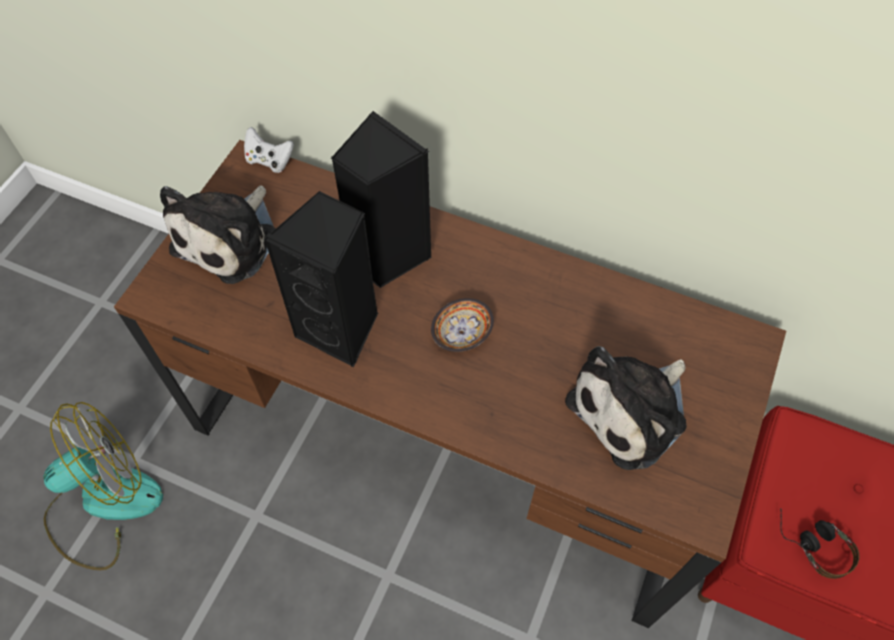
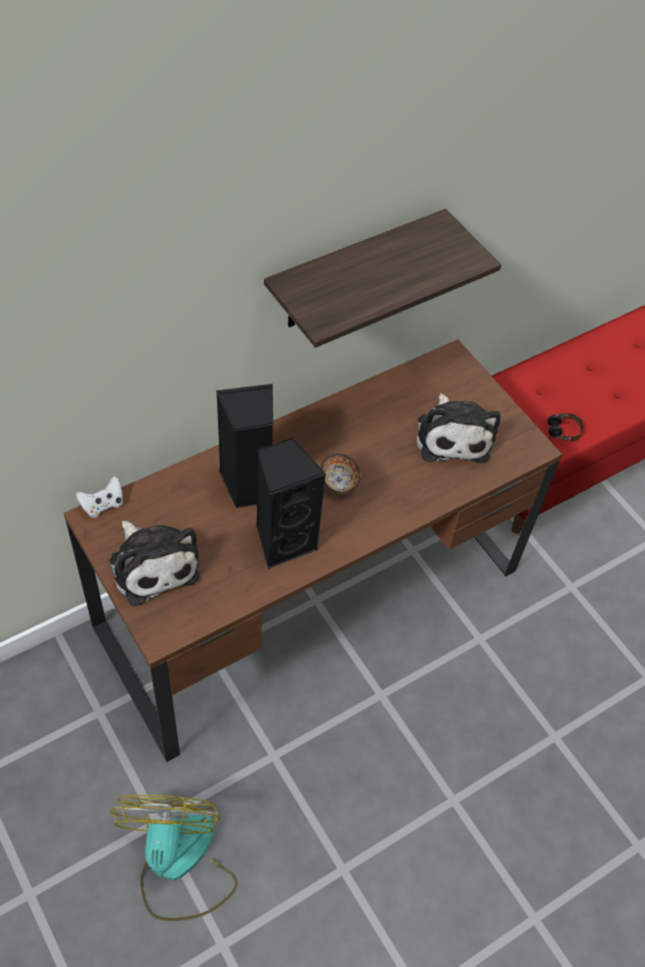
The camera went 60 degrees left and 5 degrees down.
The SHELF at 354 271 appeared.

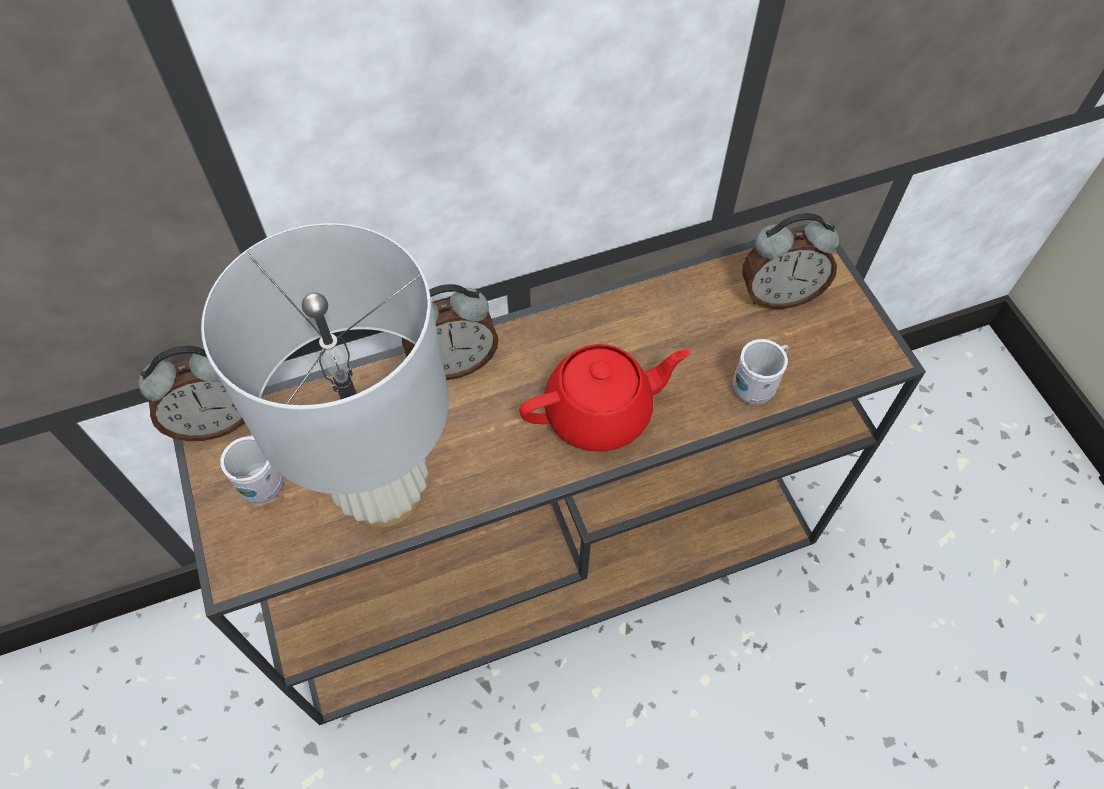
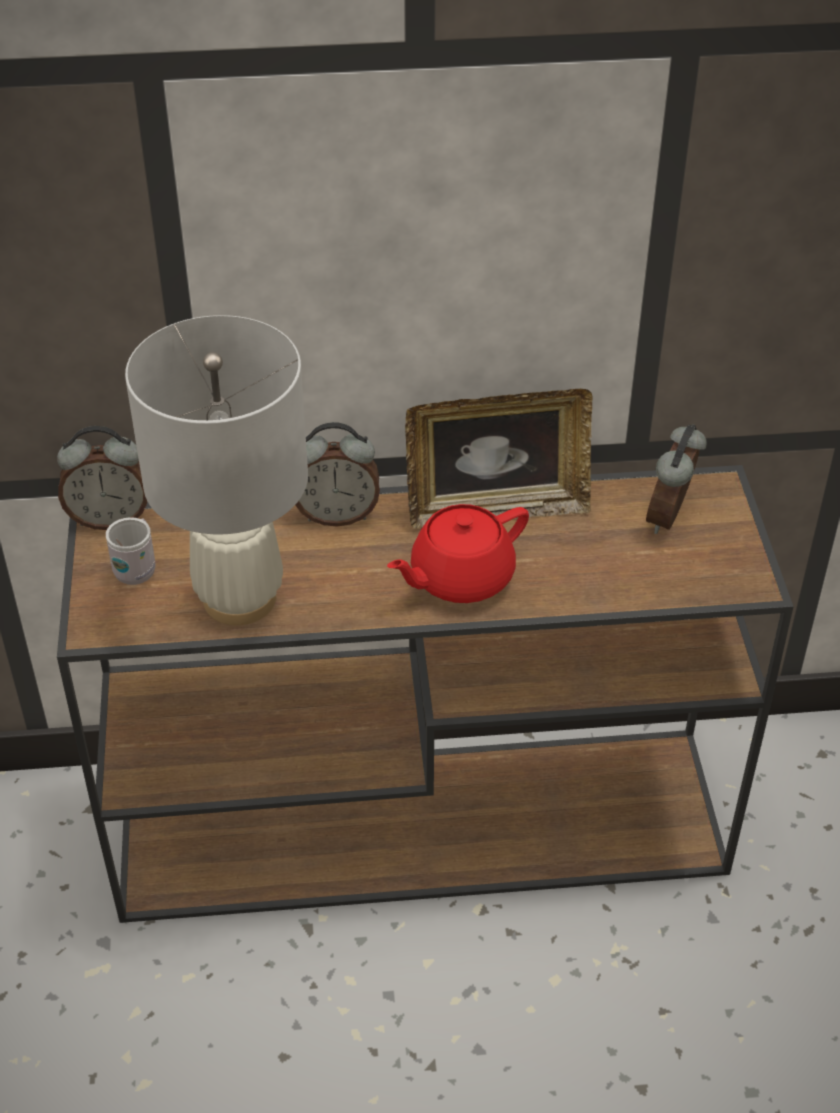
The camera went 15 degrees right and 15 degrees down.
The ALARM CLOCK at 778 295 turned 105 degrees clockwise.
The WHITE-COLOURED TEA MUG at 757 385 disappeared.
The REDDISH TEA POT at 600 412 turned 150 degrees clockwise.
The STANDING FRAME at 496 509 appeared.

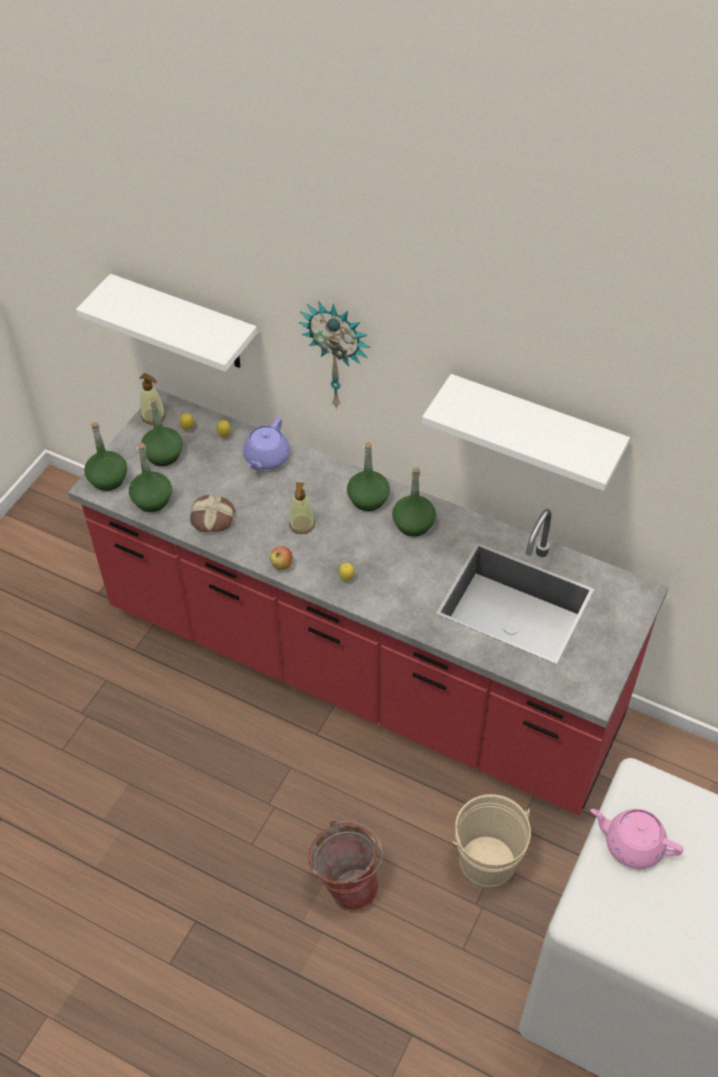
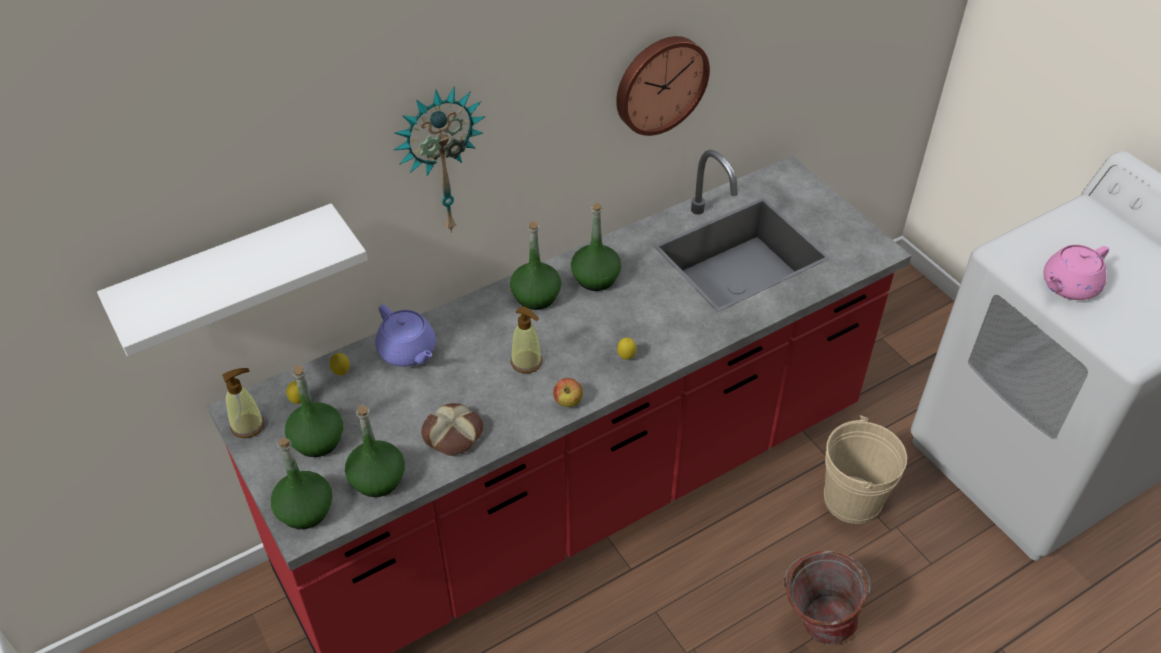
The camera went 60 degrees left and 5 degrees down.
The WHITE-COLOURED SHELF at 534 429 was replaced by the WALL CLOCK at 659 83.

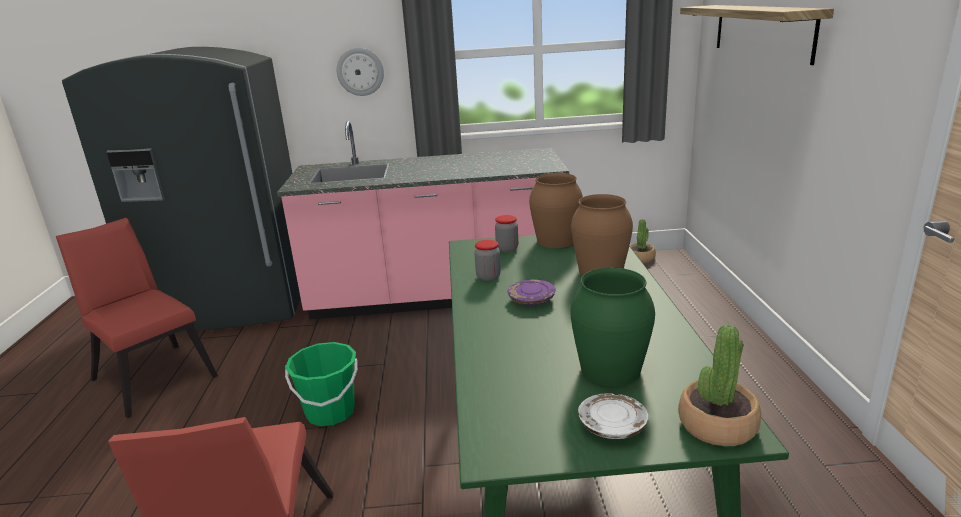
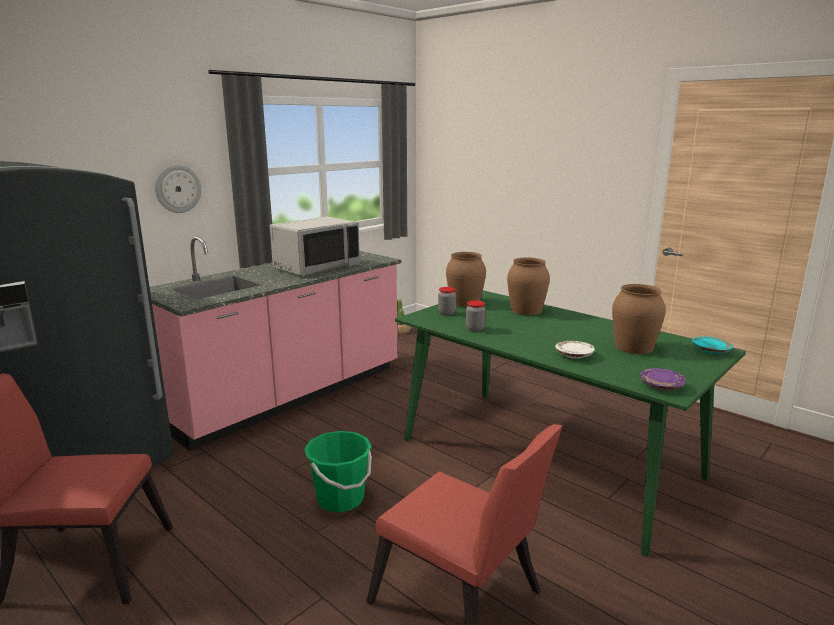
The camera went 45 degrees left and 5 degrees down.
The SHELF at 761 31 disappeared.
The GREENISH FLOWER VASE at 609 369 became the BROWN FLOWER VASE at 633 347.
The PURPLISH FLAT DISH moved from 531 300 to 662 386.
The PLANT IN A POT at 717 425 was replaced by the TURQUOISE FLAT DISH at 711 351.
The WHITE-COLOURED FLAT DISH moved from 612 426 to 573 355.
The GREY MICROWAVE OVEN at 316 267 appeared.

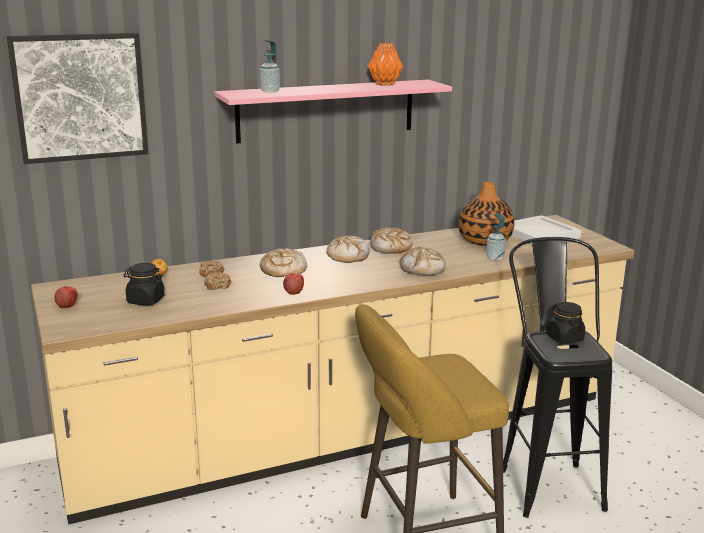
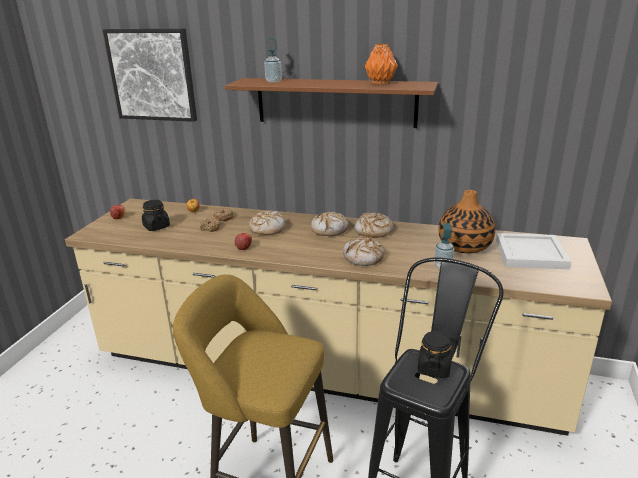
The camera went 40 degrees right and 5 degrees up.
The PINKISH SHELF at 326 110 became the BROWN SHELF at 335 102.

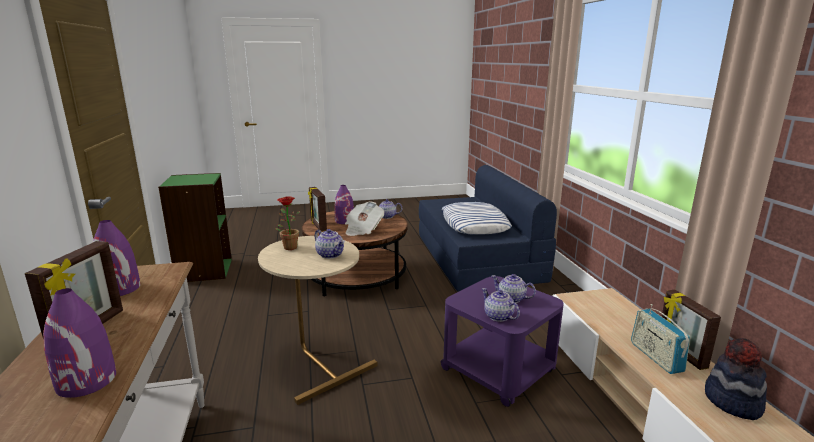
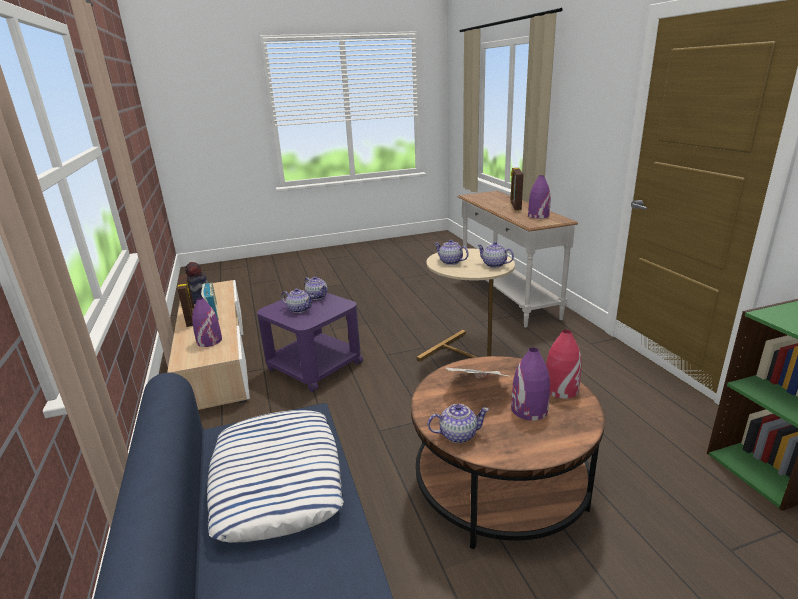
The camera went 175 degrees right and 5 degrees up.
The STANDING FRAME at 318 226 was replaced by the REDDISH FLOWER VASE at 560 389.
The PLANT IN A POT at 288 247 was replaced by the TEA POT at 494 264.
The PURPLISH FLOWER VASE moved from 87 381 to 209 341.

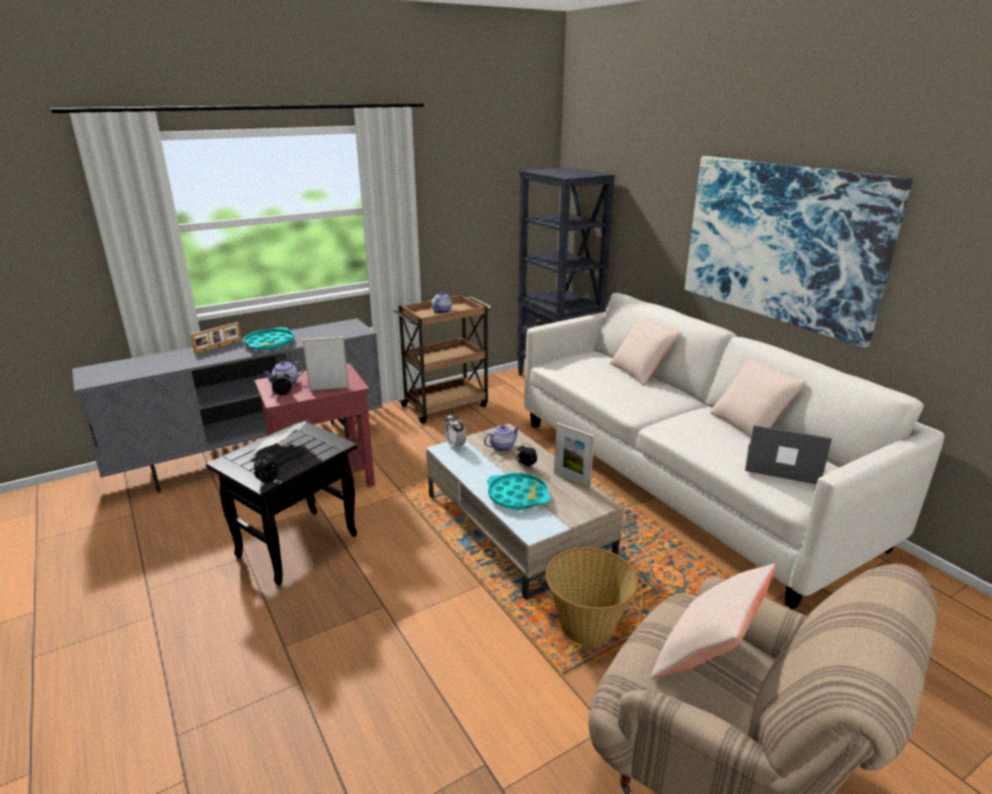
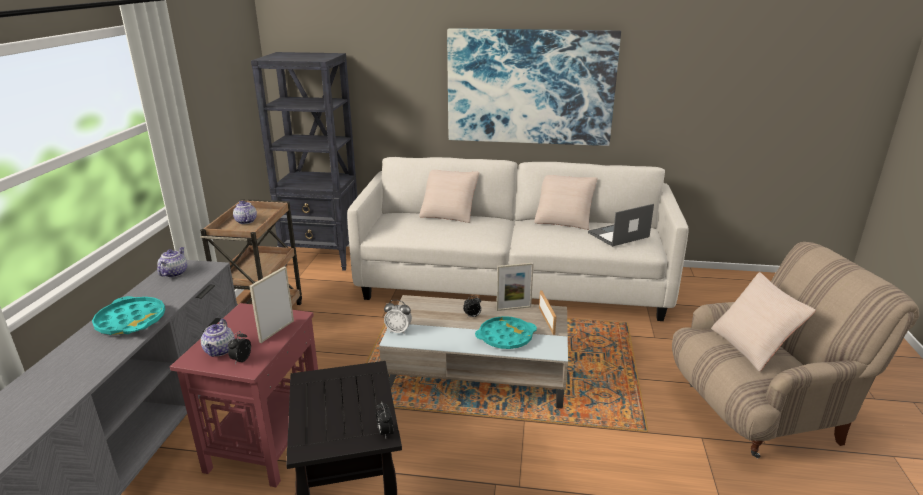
The camera went 50 degrees left and 0 degrees up.
The STANDING FRAME moved from 219 347 to 547 320.
The NEWSPAPER at 281 451 disappeared.
The TEA POT moved from 502 446 to 174 273.
The HOUSEHOLD BASKET at 587 625 disappeared.

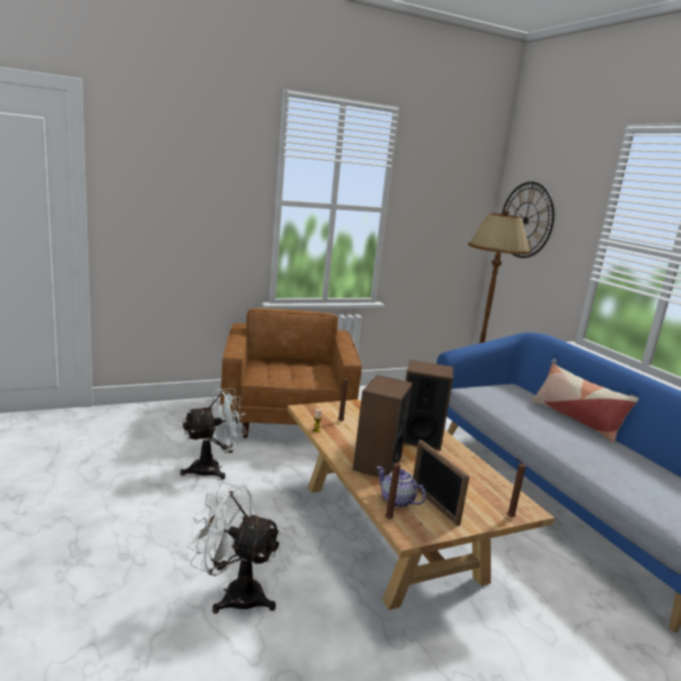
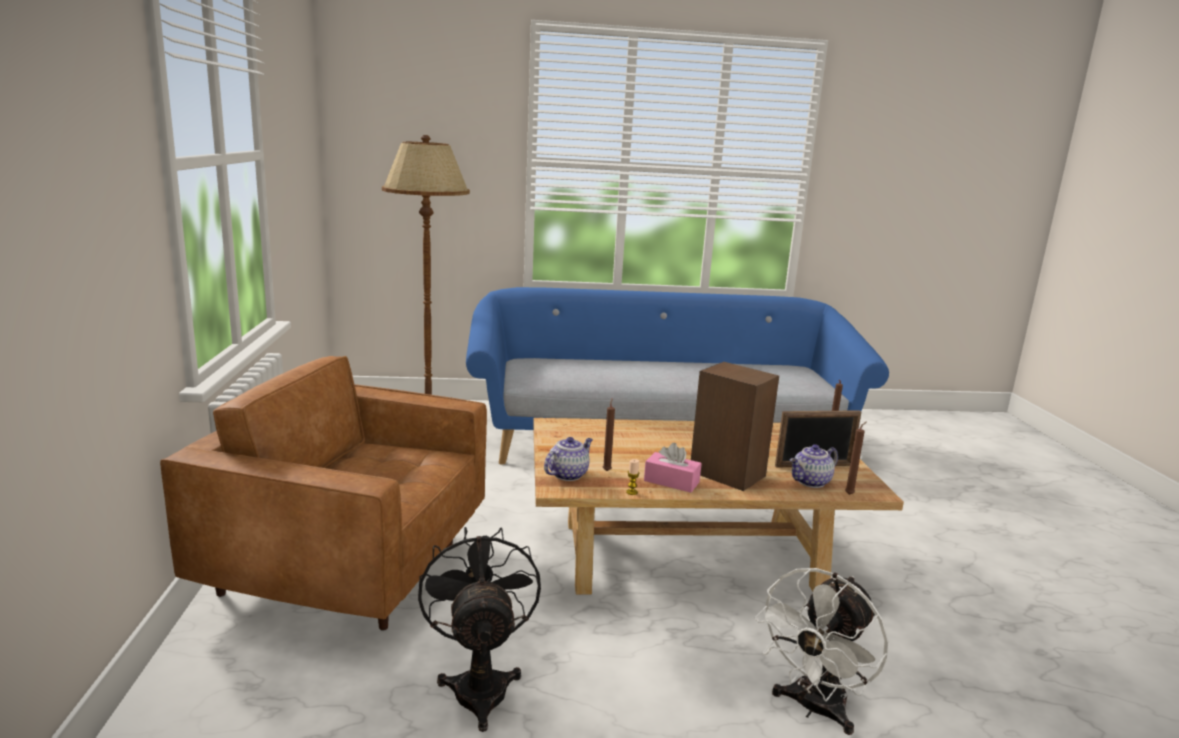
The camera went 70 degrees left and 0 degrees up.
The WALL CLOCK at 526 220 disappeared.
The AUDIO SPEAKER at 419 438 disappeared.
The PILLOW at 576 419 disappeared.
The WHITE-COLOURED COOLING FAN at 213 468 became the BLACK COOLING FAN at 479 684.
The TEA POT at 568 474 appeared.
The PINKISH BOX OF TISSUES at 671 481 appeared.

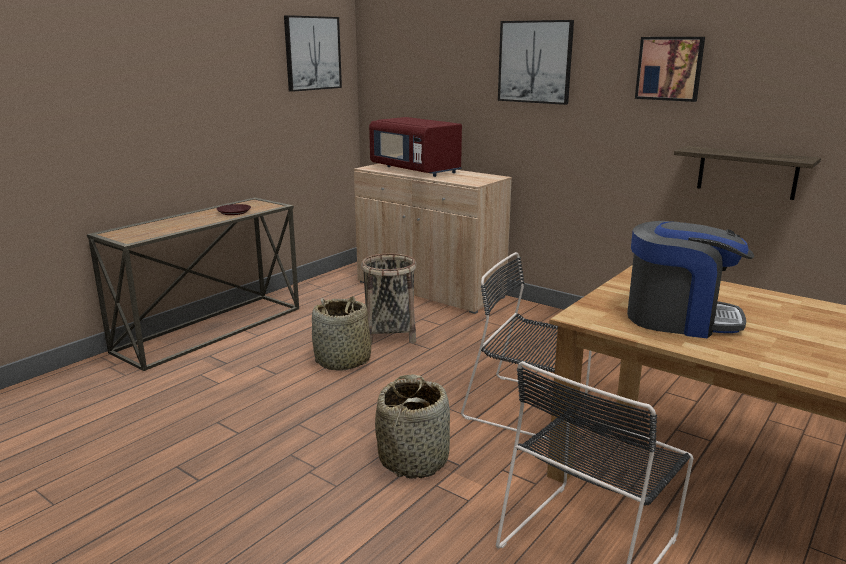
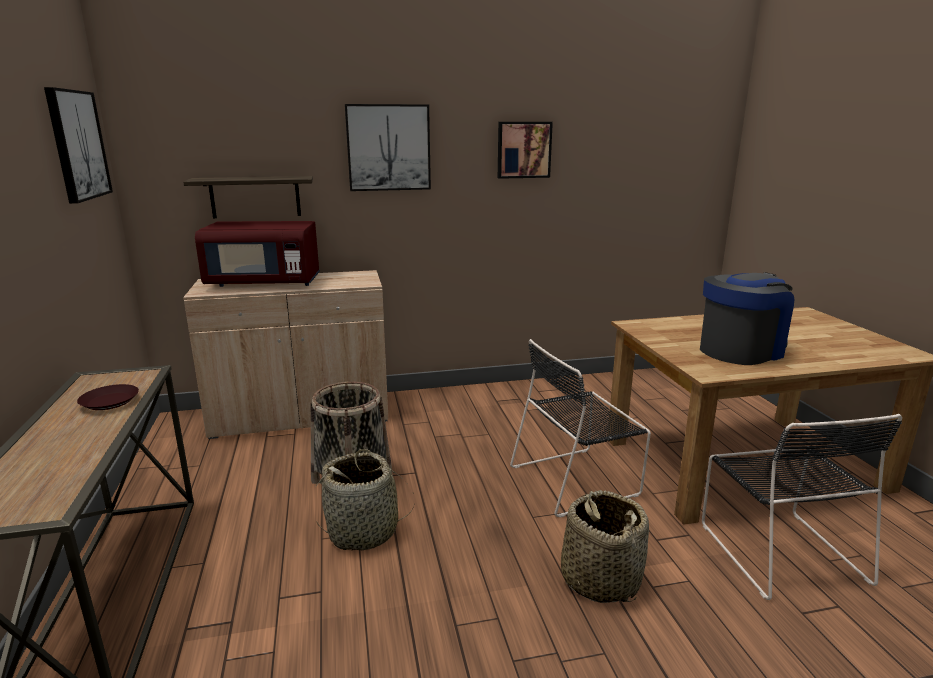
The camera went 50 degrees left and 0 degrees up.
The SHELF moved from 747 172 to 255 197.

